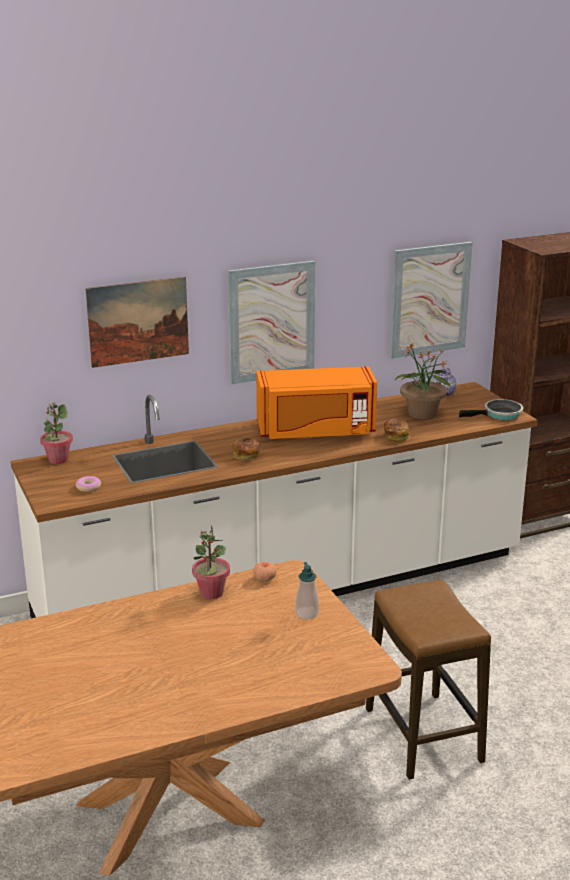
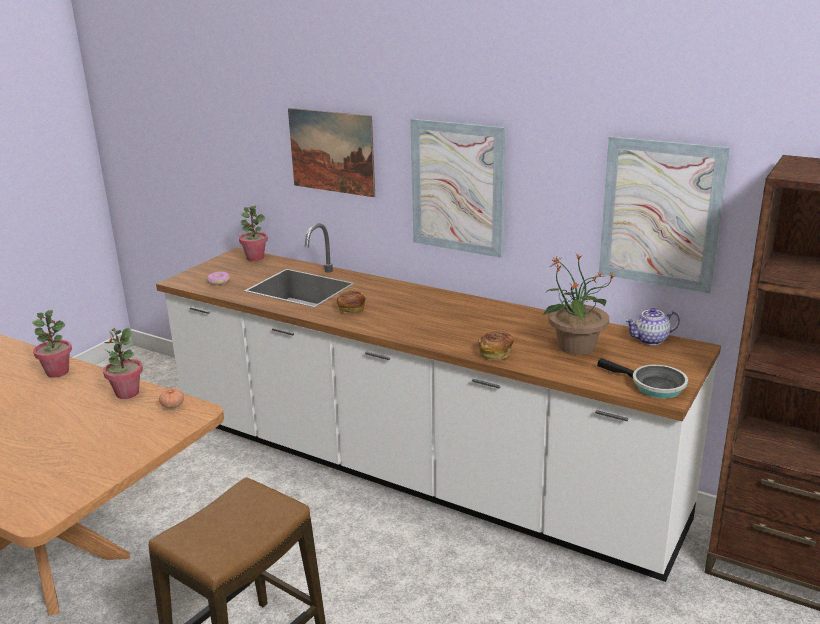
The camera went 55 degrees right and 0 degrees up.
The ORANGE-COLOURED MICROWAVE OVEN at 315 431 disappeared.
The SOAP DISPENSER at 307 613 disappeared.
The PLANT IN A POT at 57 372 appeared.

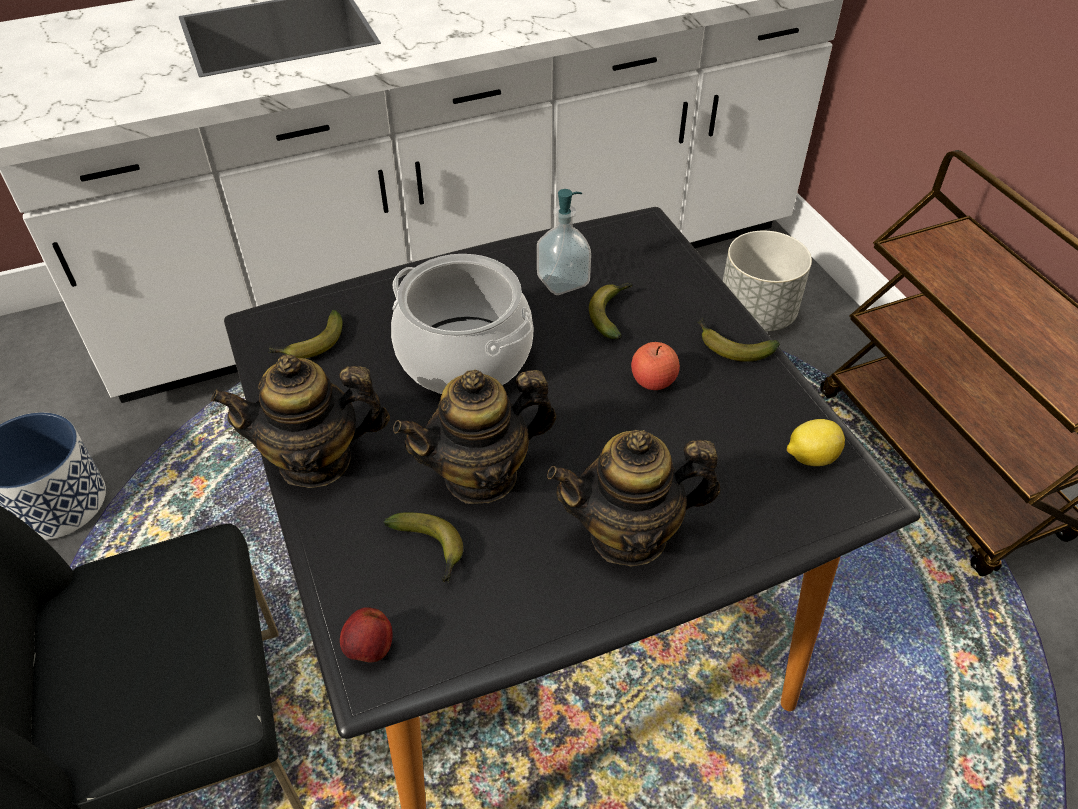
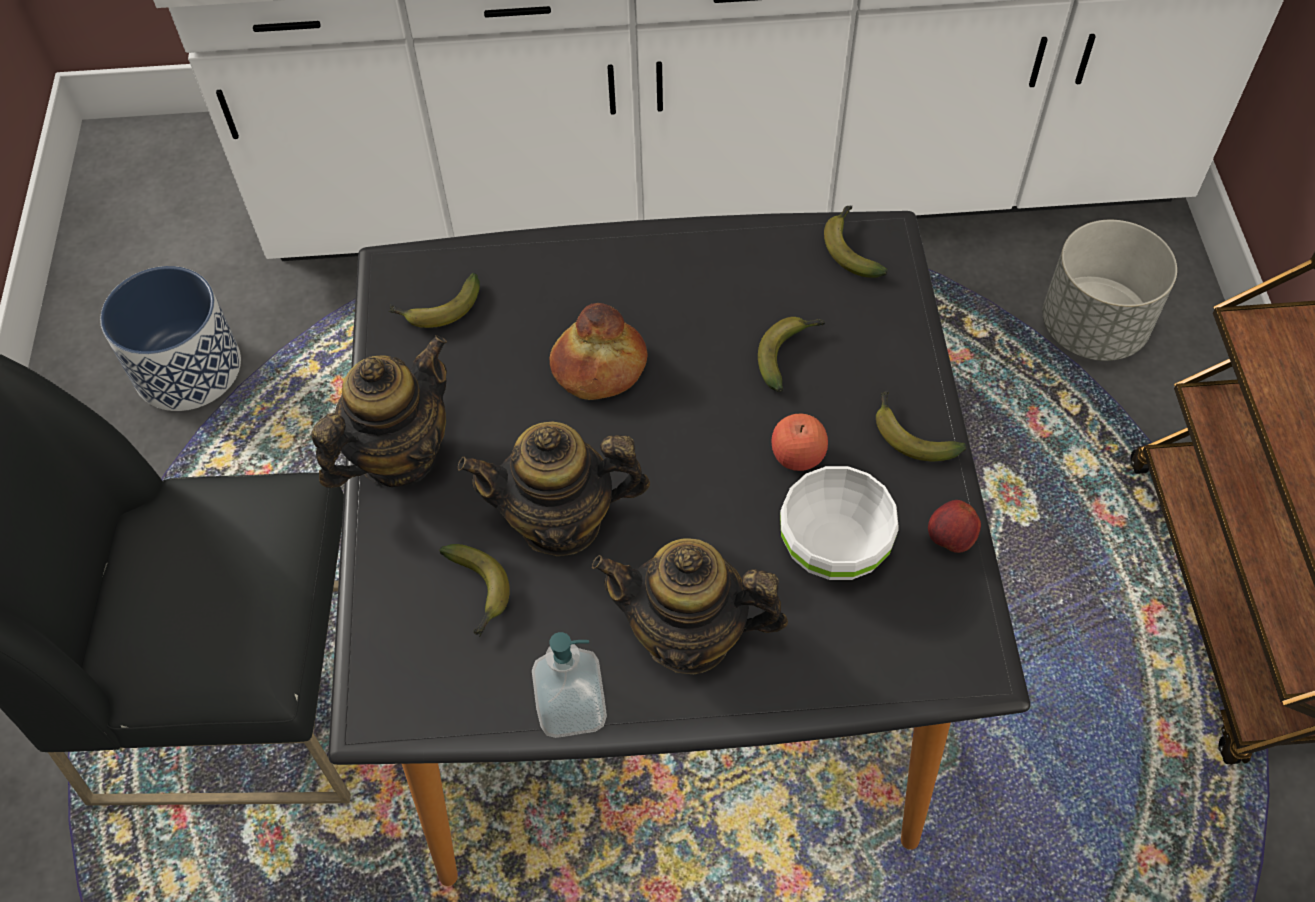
The camera went 20 degrees right and 10 degrees up.
The SOAP DISPENSER moved from 563 281 to 572 707.
The SAUCEPOT at 465 356 was replaced by the BREAD at 599 368.
The TEA POT at 315 460 turned 120 degrees clockwise.
The WHOLE LEMON at 810 457 disappeared.
The APPLE moved from 369 649 to 950 539.
The BANANA at 851 248 appeared.
The WHITE-COLOURED SERVING BOWL at 836 547 appeared.

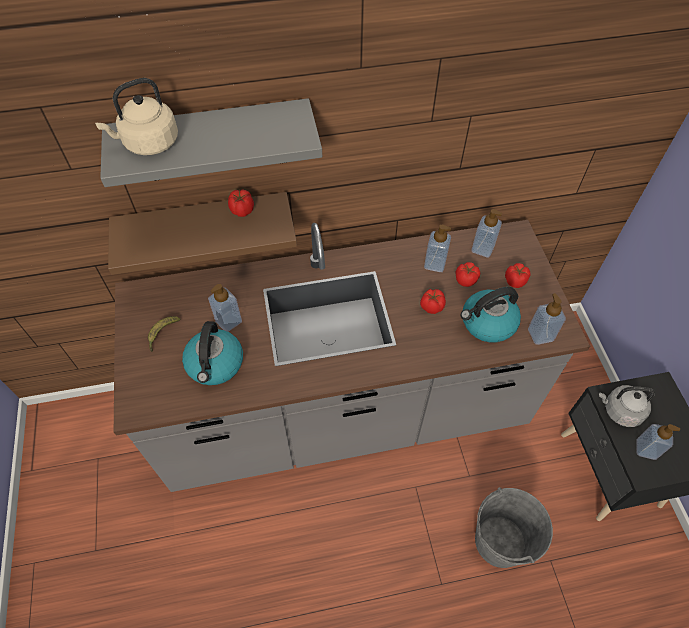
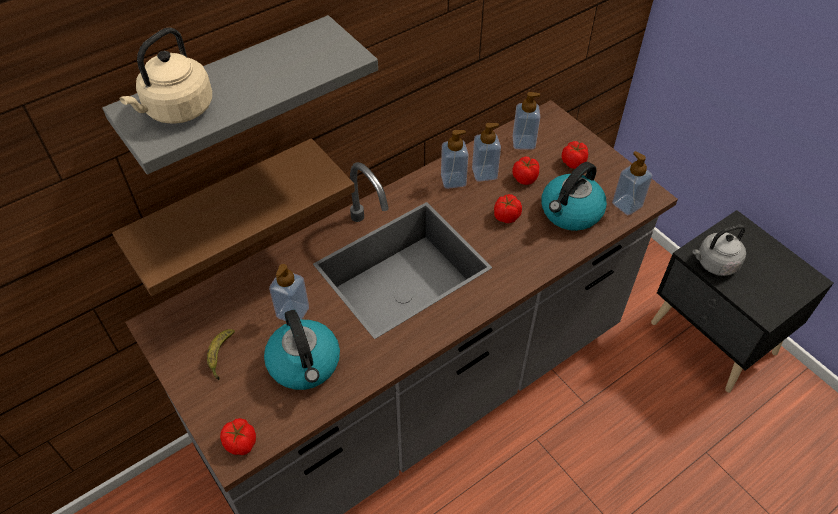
The camera went 25 degrees left and 5 degrees down.
The TOMATO moved from 242 211 to 241 443.
The SOAP DISPENSER moved from 646 449 to 453 180.
The GREY PAIL at 499 541 disappeared.

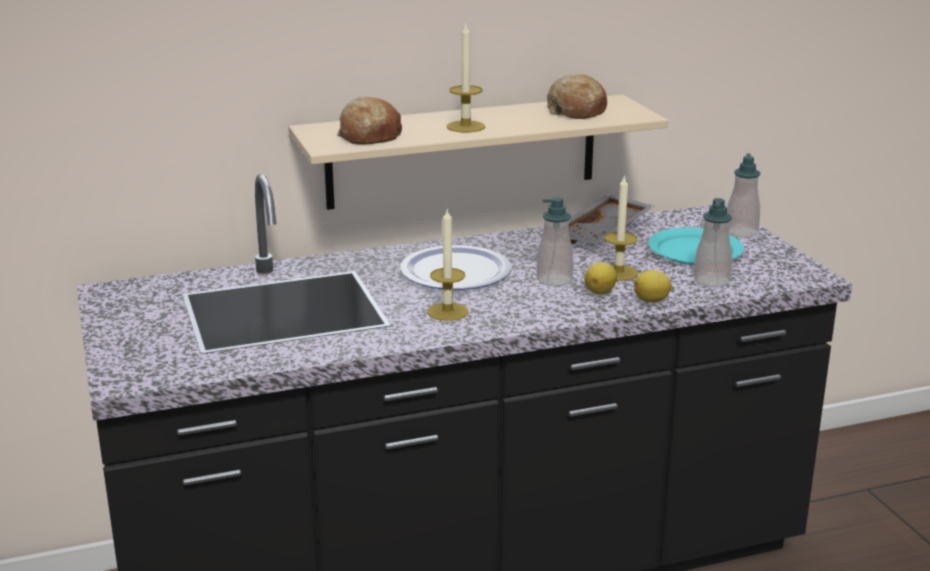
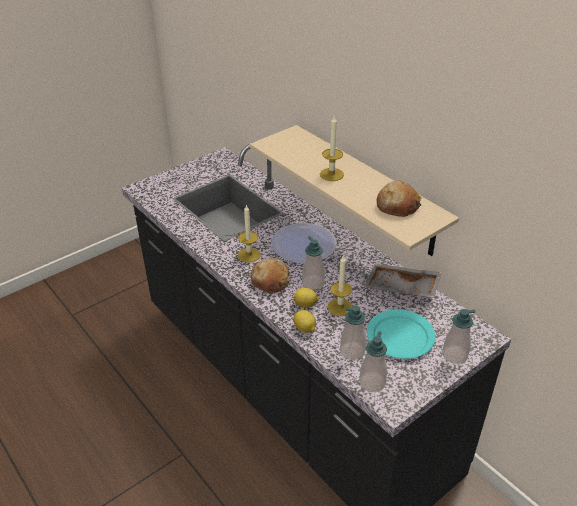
The camera went 70 degrees right and 15 degrees up.
The BREAD moved from 369 136 to 270 281.
The SOAP DISPENSER at 372 383 appeared.

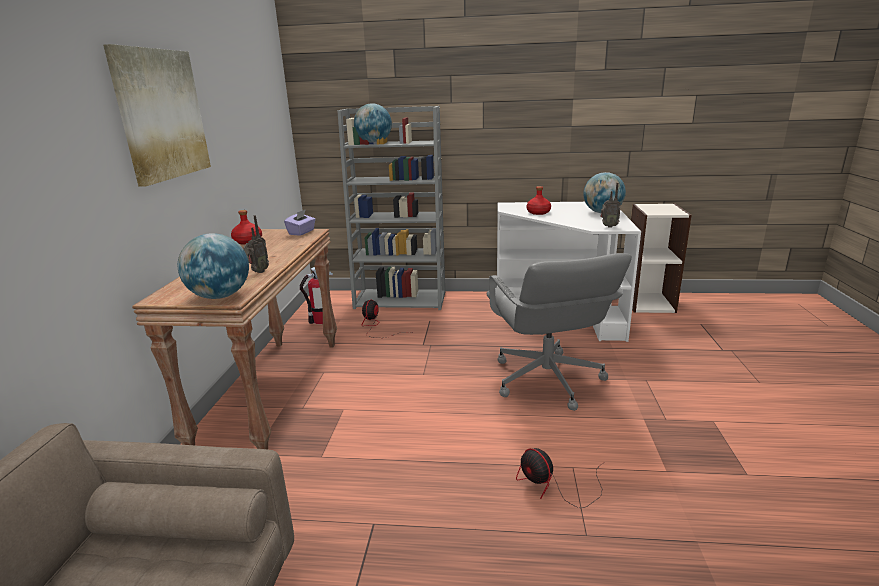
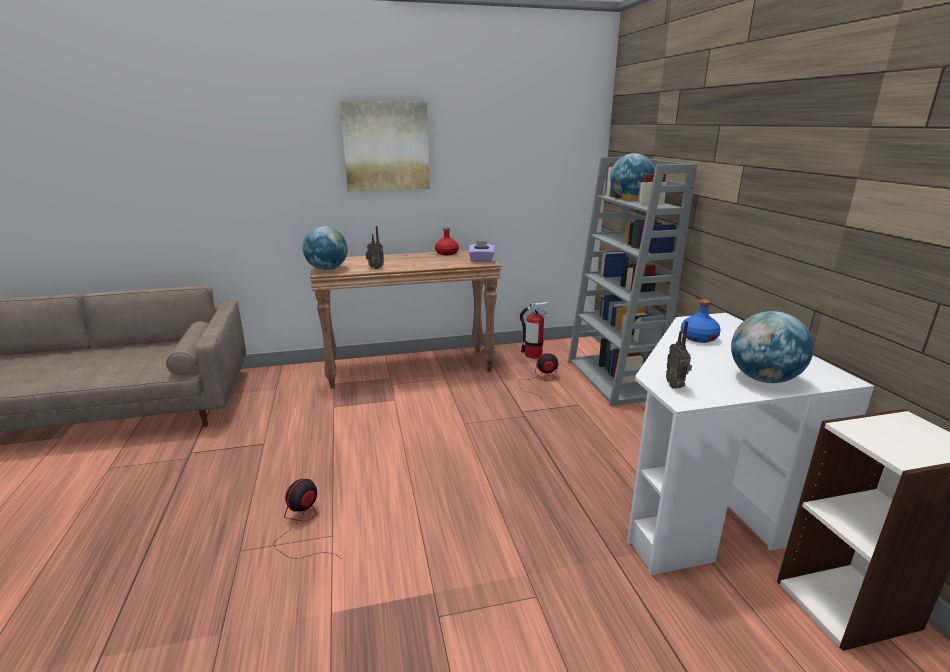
The camera went 70 degrees right and 0 degrees up.
The REDDISH BEVERAGE BOTTLE at 538 212 became the BLUISH BEVERAGE BOTTLE at 698 338.
The GREY DESK CHAIR at 546 380 disappeared.

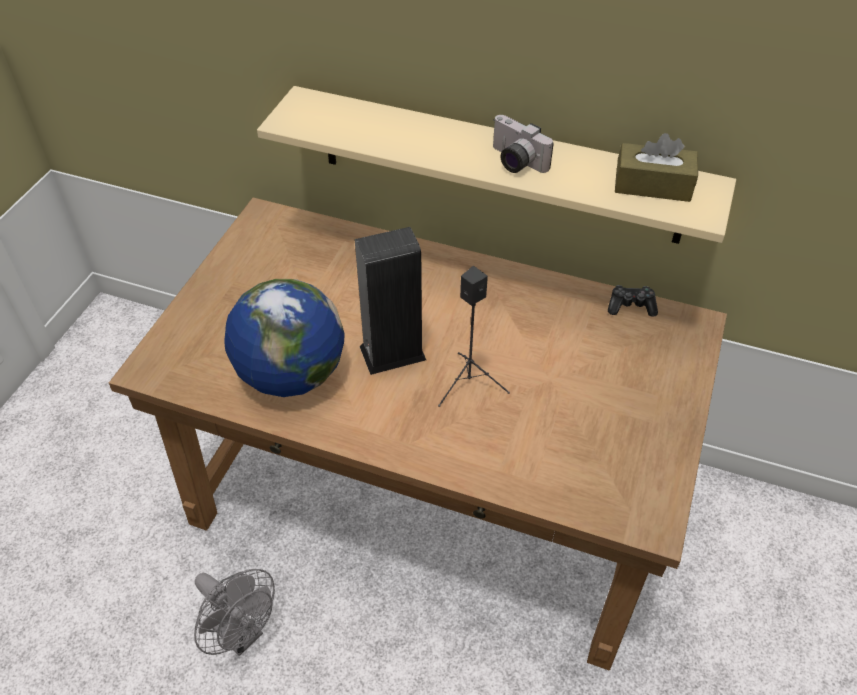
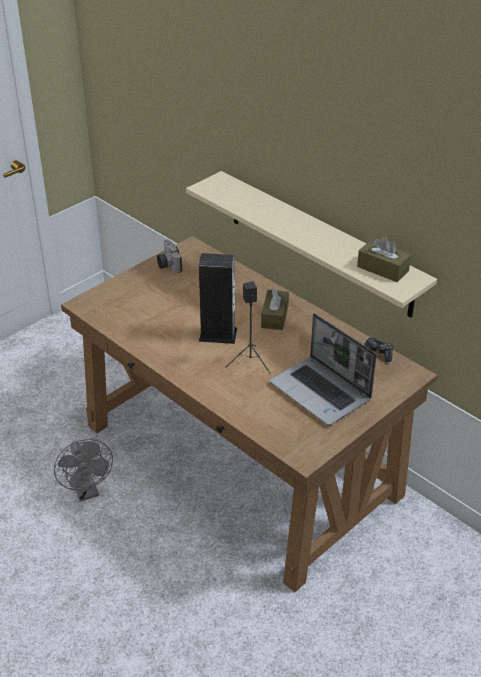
The camera went 25 degrees right and 10 degrees down.
The PHOTO CAMERA moved from 514 162 to 167 264.
The WORLD GLOBE at 291 375 disappeared.
The BROWN BOX OF TISSUES at 274 316 appeared.
The PORTABLE COMPUTER at 321 392 appeared.

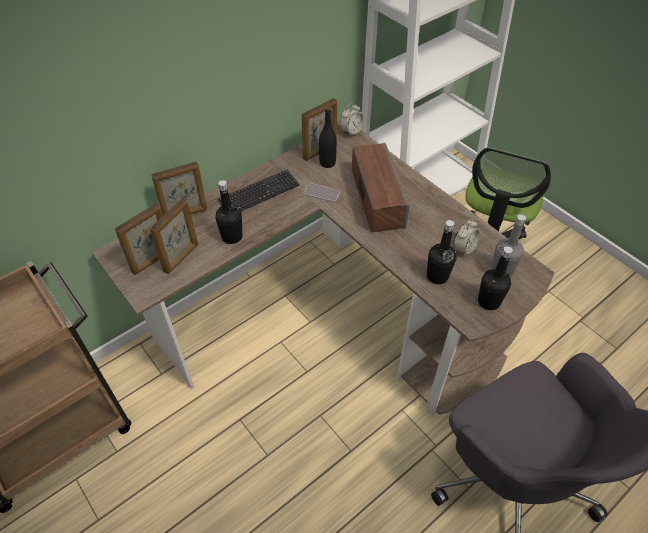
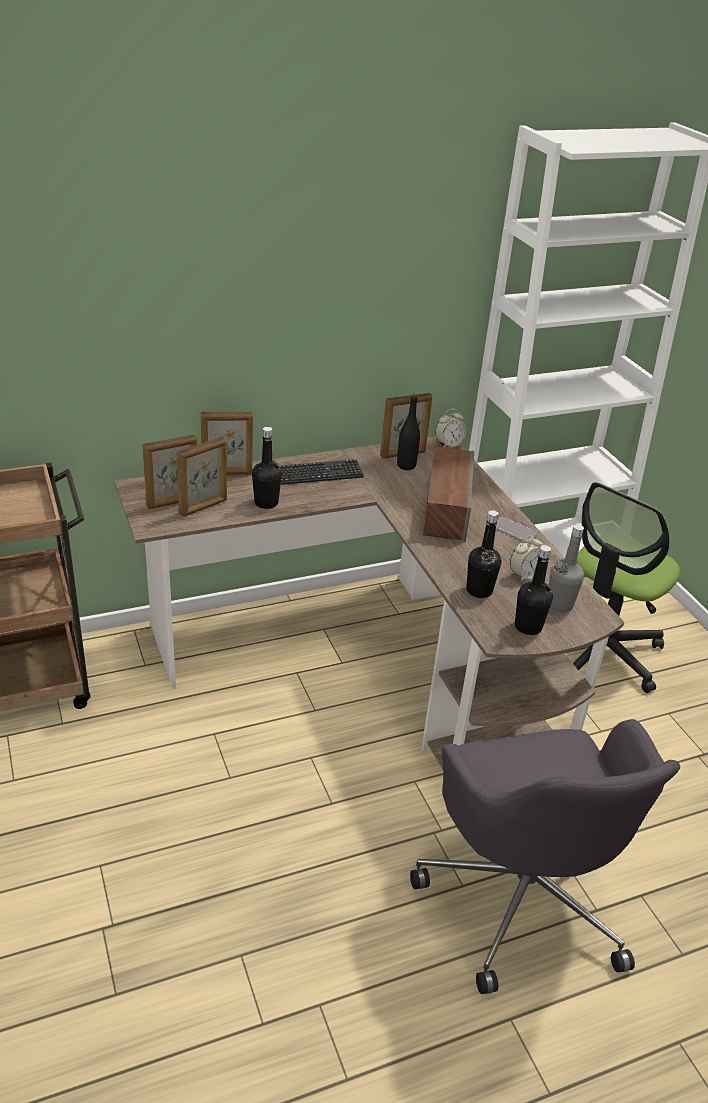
The camera went 15 degrees right and 15 degrees down.
The TELEPHONE moved from 321 193 to 514 530.

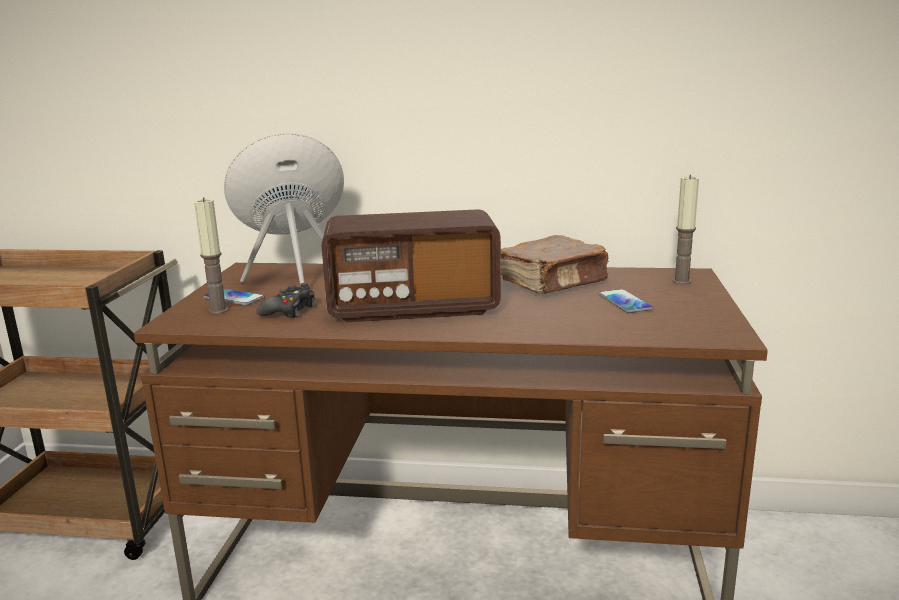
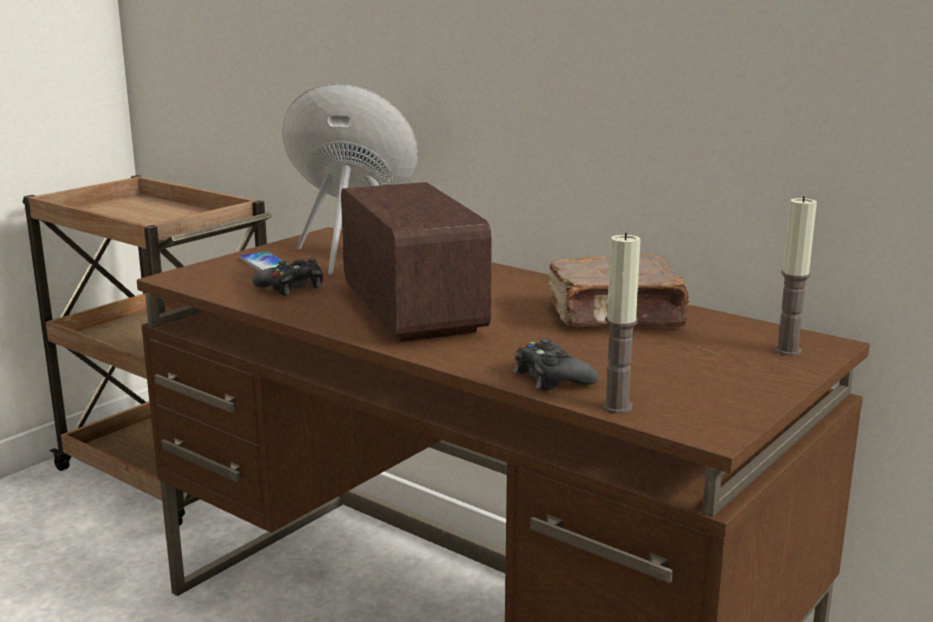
The camera went 30 degrees right and 0 degrees up.
The WAX CANDLE moved from 218 310 to 617 407.
The RADIO at 413 307 turned 135 degrees counterclockwise.
The TELEPHONE at 624 302 disappeared.
The BLACK GAME CONTROLLER at 552 377 appeared.

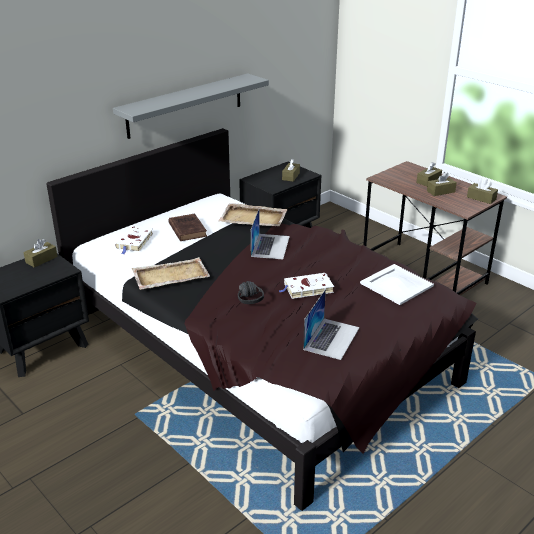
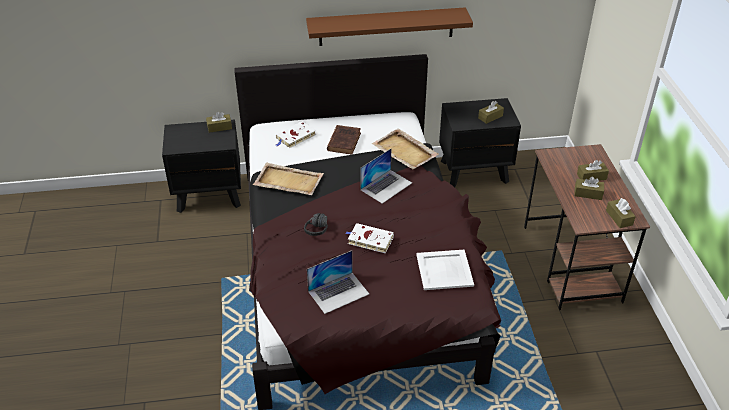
The camera went 35 degrees right and 10 degrees up.
The GREY SHELF at 185 105 became the BROWN SHELF at 386 26.

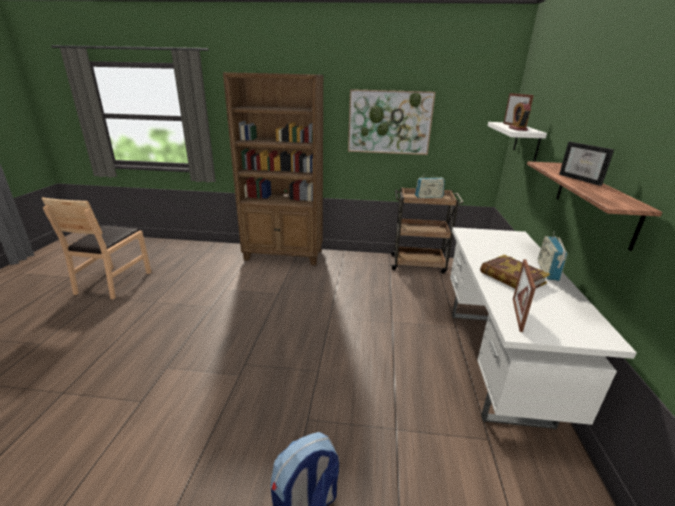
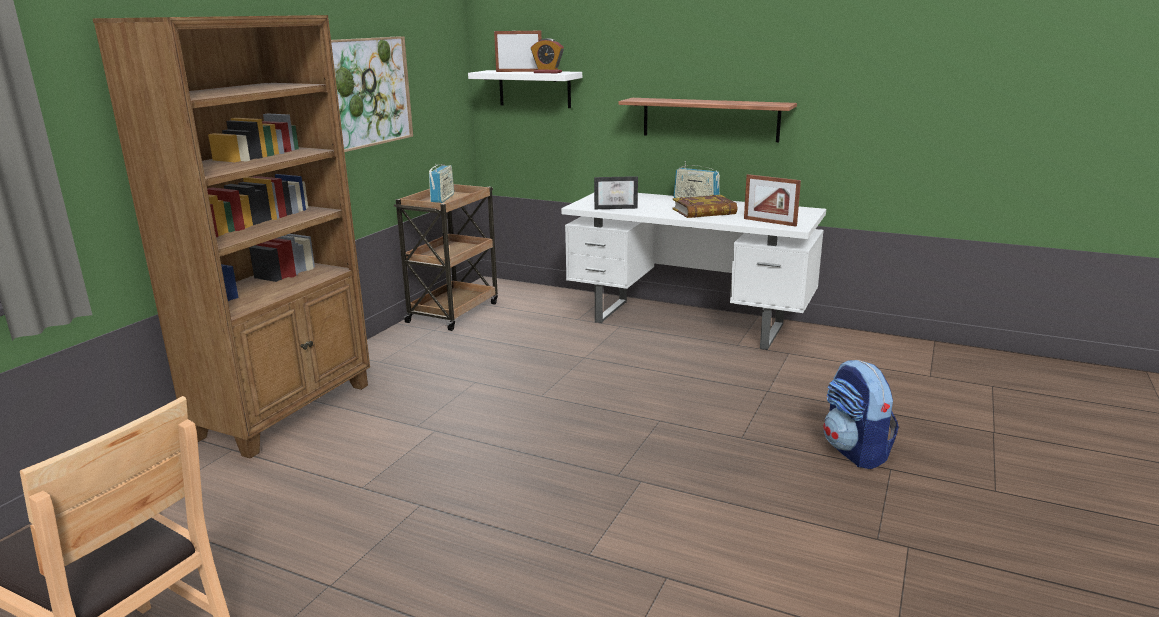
The camera went 70 degrees left and 5 degrees down.
The STANDING FRAME moved from 583 179 to 616 207.

